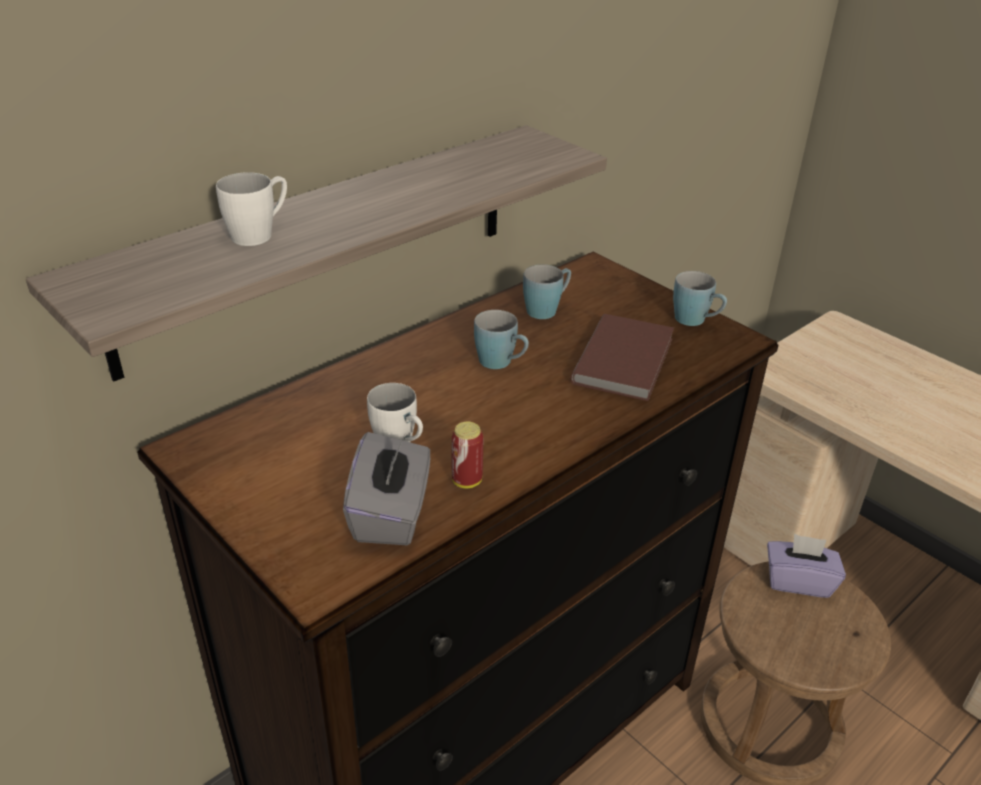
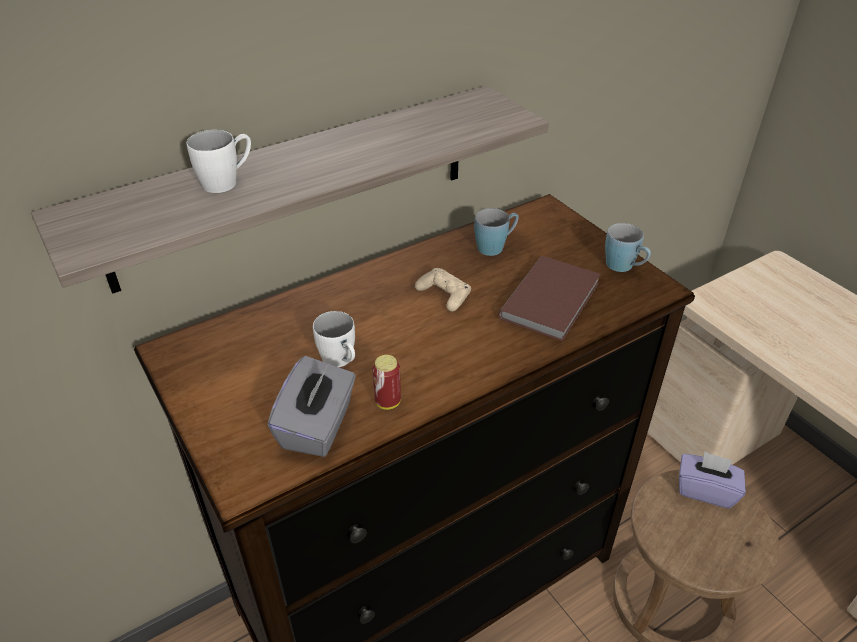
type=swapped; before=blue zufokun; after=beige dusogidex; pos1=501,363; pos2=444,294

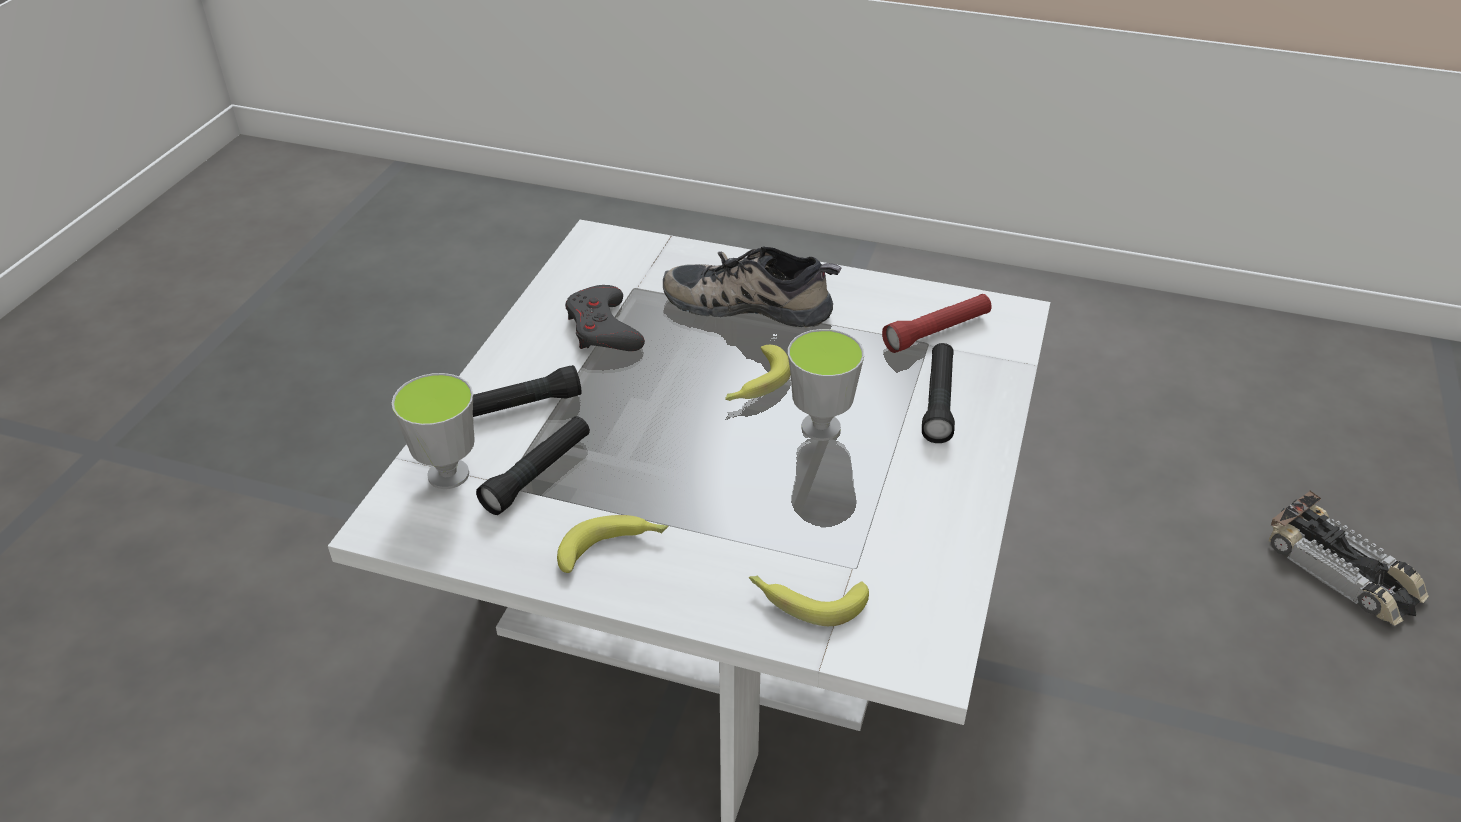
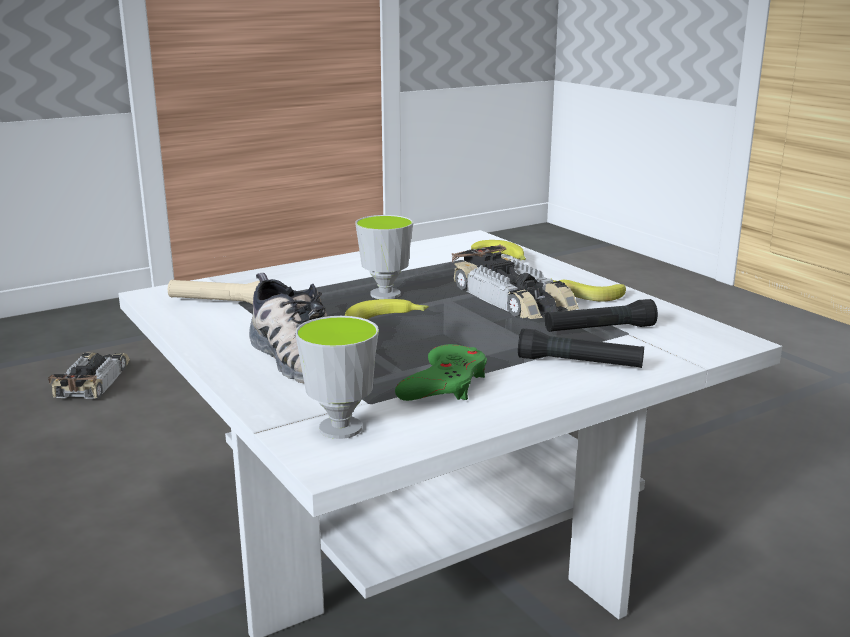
type=gone; before=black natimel; pos1=938,401
type=new; after=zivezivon; pos2=513,299
type=shifted; before=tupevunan; pos1=448,474; pos2=340,428
type=repainted; before=grey dusogidex; after=green dusogidex; pos1=603,328; pos2=445,384
type=repainted; before=red natimel; after=beige natimel; pos1=937,332; pos2=220,303

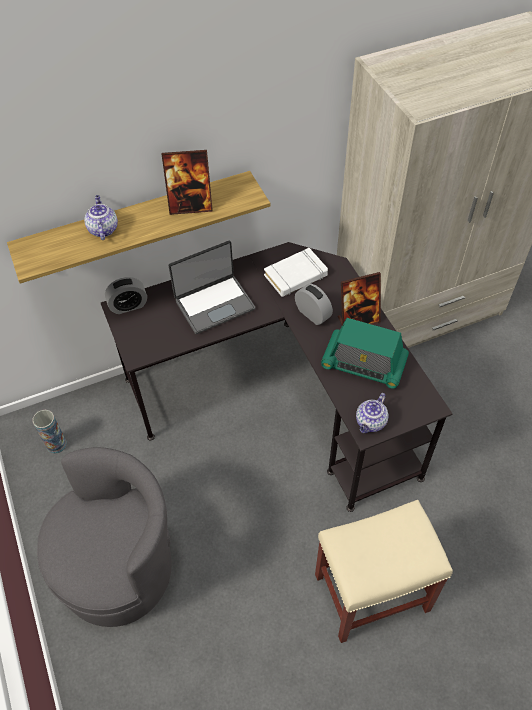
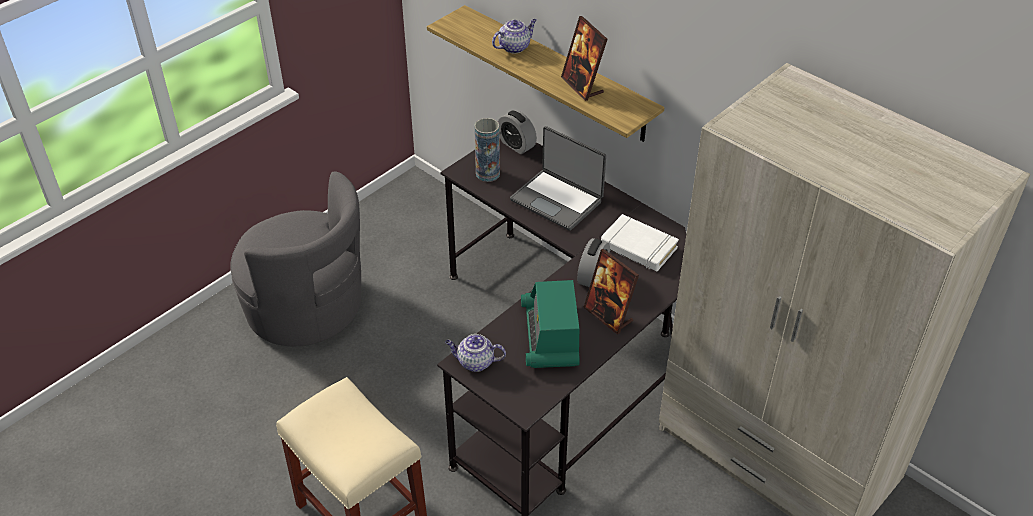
type=shifted; before=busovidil; pos1=56,444; pos2=487,174

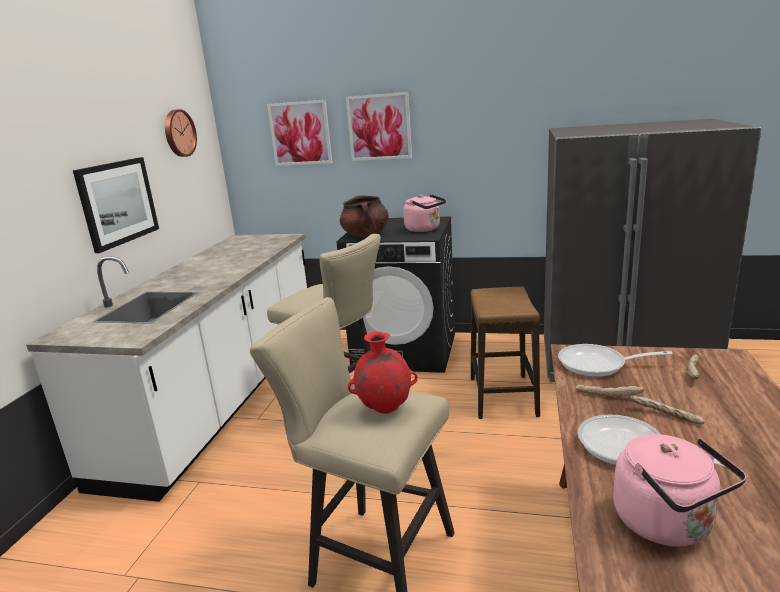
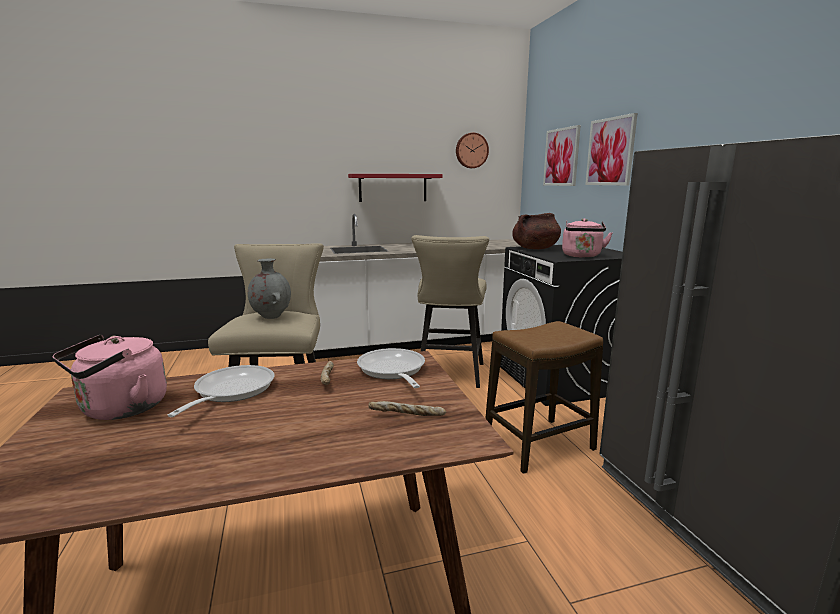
type=gone; before=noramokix; pos1=665,416
type=swapped; before=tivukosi; after=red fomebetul; pos1=118,202; pos2=393,187
type=repainted; before=red busovidil; after=grey busovidil; pos1=384,409; pos2=271,317

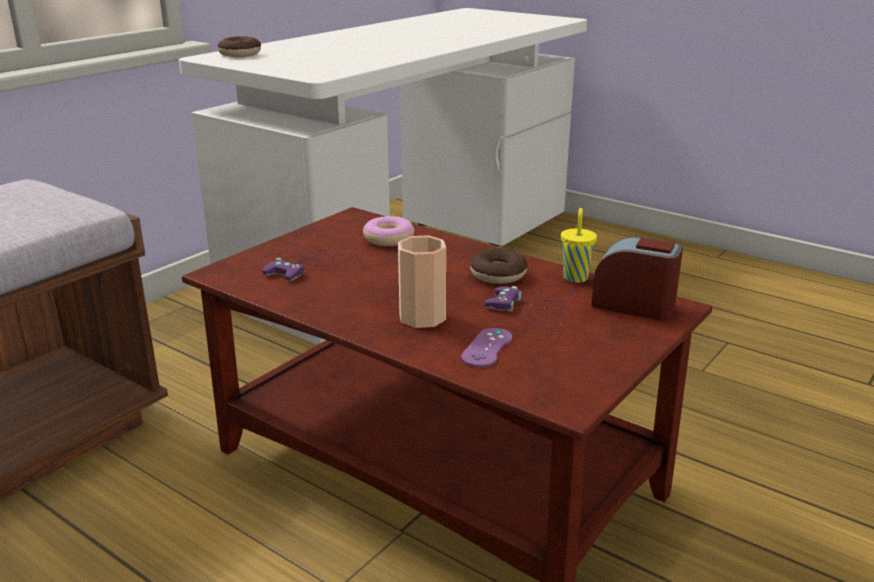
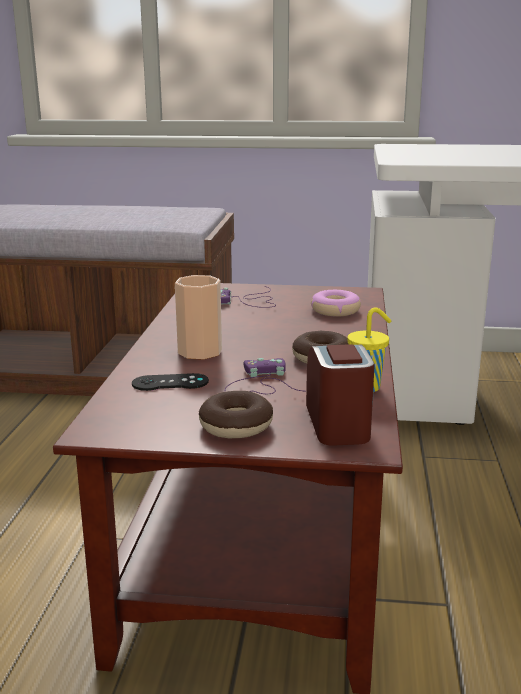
type=shifted; before=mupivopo; pos1=240,54; pos2=236,426
type=repainted; before=purple dusogidex; after=black dusogidex; pos1=487,348; pos2=170,383

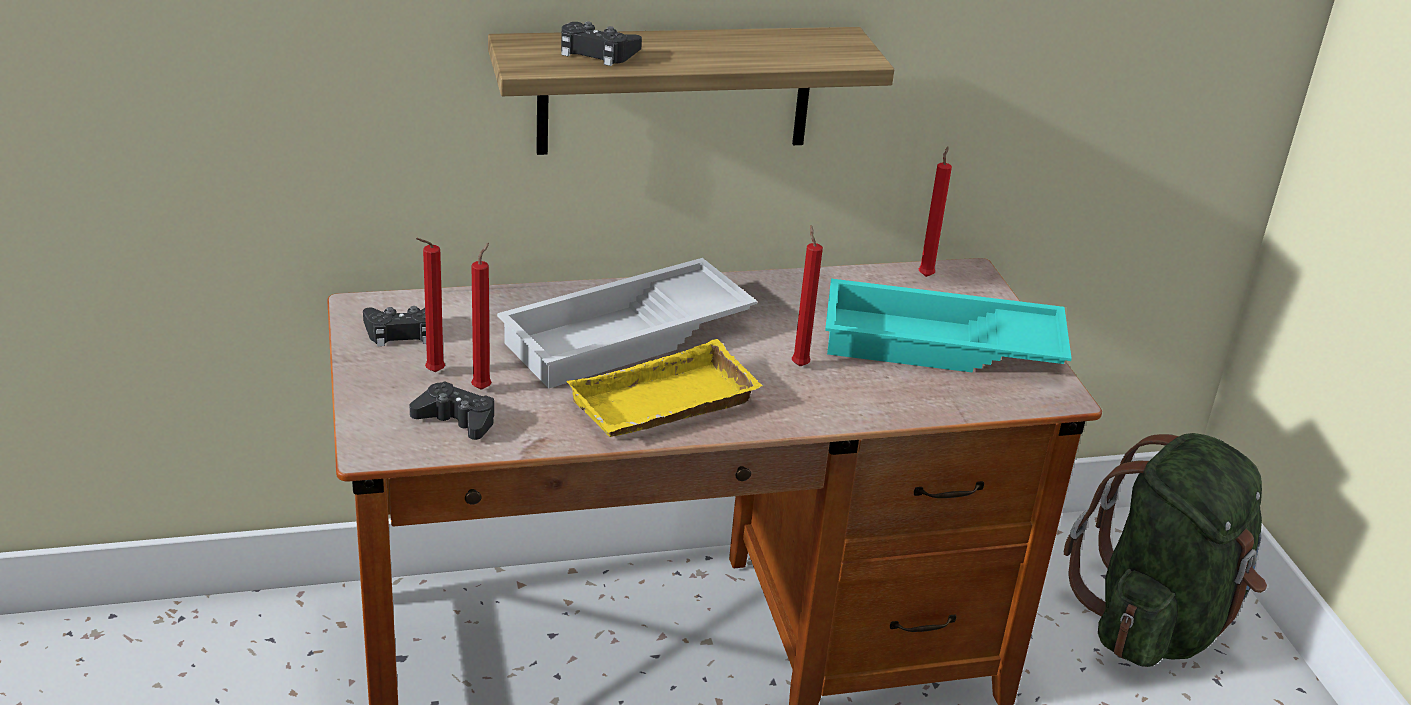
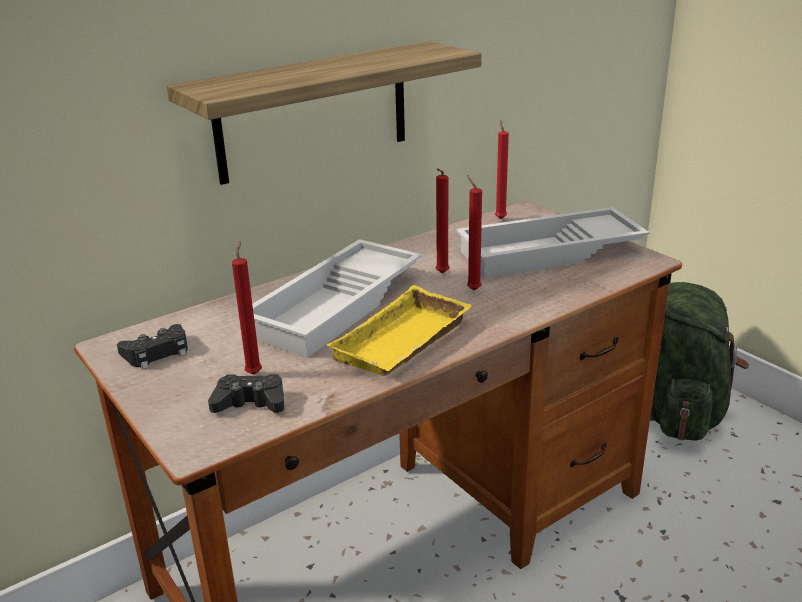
type=gone; before=black dusogidex; pos1=596,52
type=shifted; before=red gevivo; pos1=432,373; pos2=441,274
type=repainted; before=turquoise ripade; after=white ripade; pos1=939,346; pos2=549,254

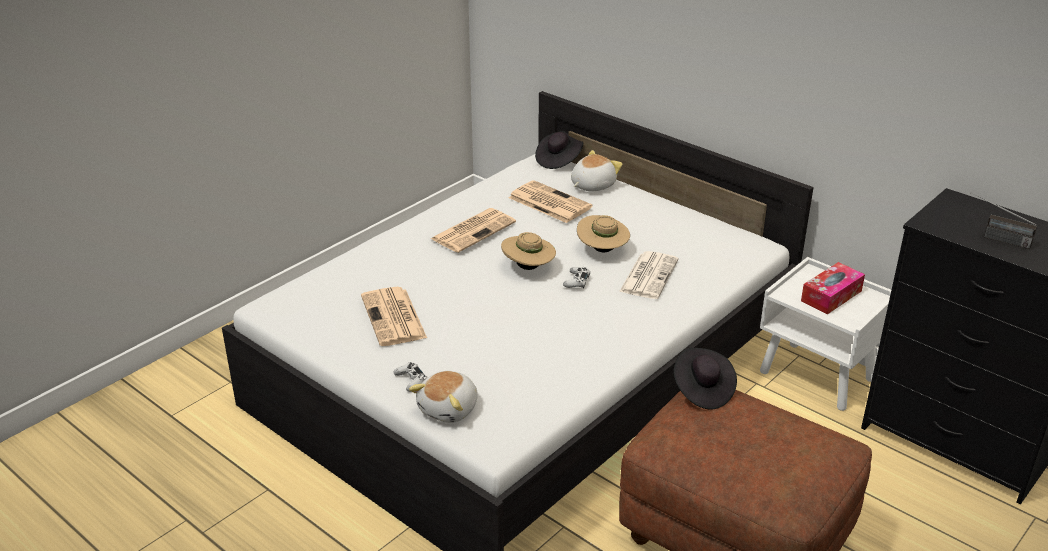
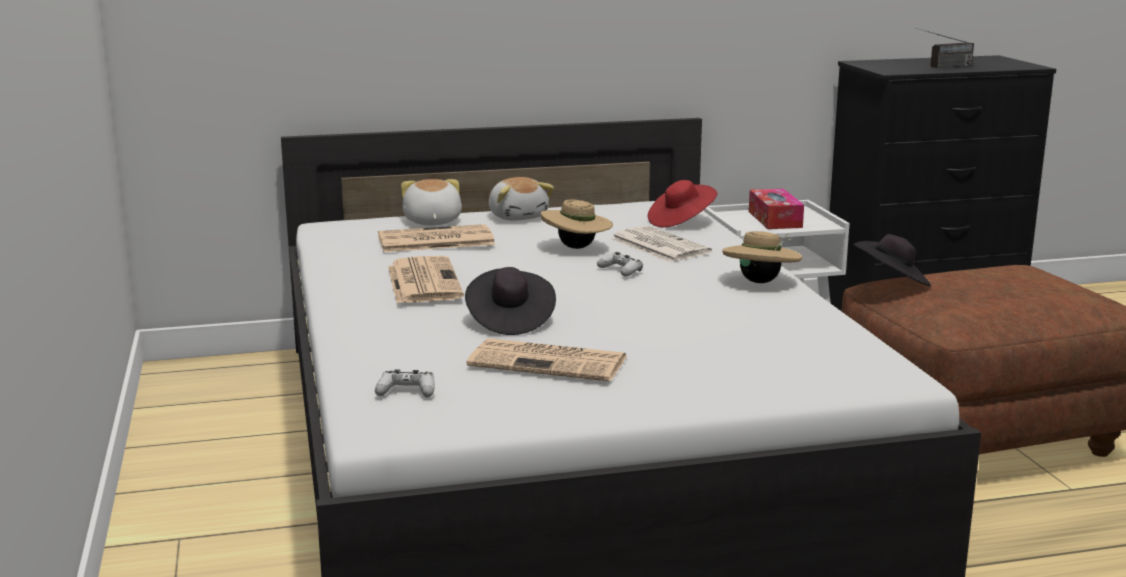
type=new; after=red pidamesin; pos2=681,221
type=shifted; before=white dusogidex; pos1=411,380; pos2=406,392
type=shifted; before=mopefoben; pos1=449,409; pos2=518,216
type=shifted; before=beige pidamesin; pos1=528,267; pos2=760,282
type=shifted; before=black pidamesin; pos1=558,160; pos2=509,321

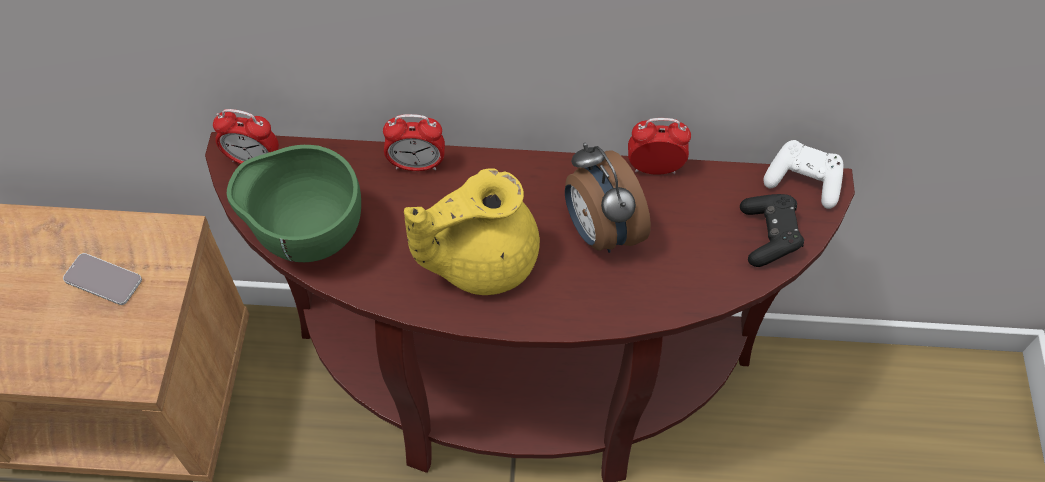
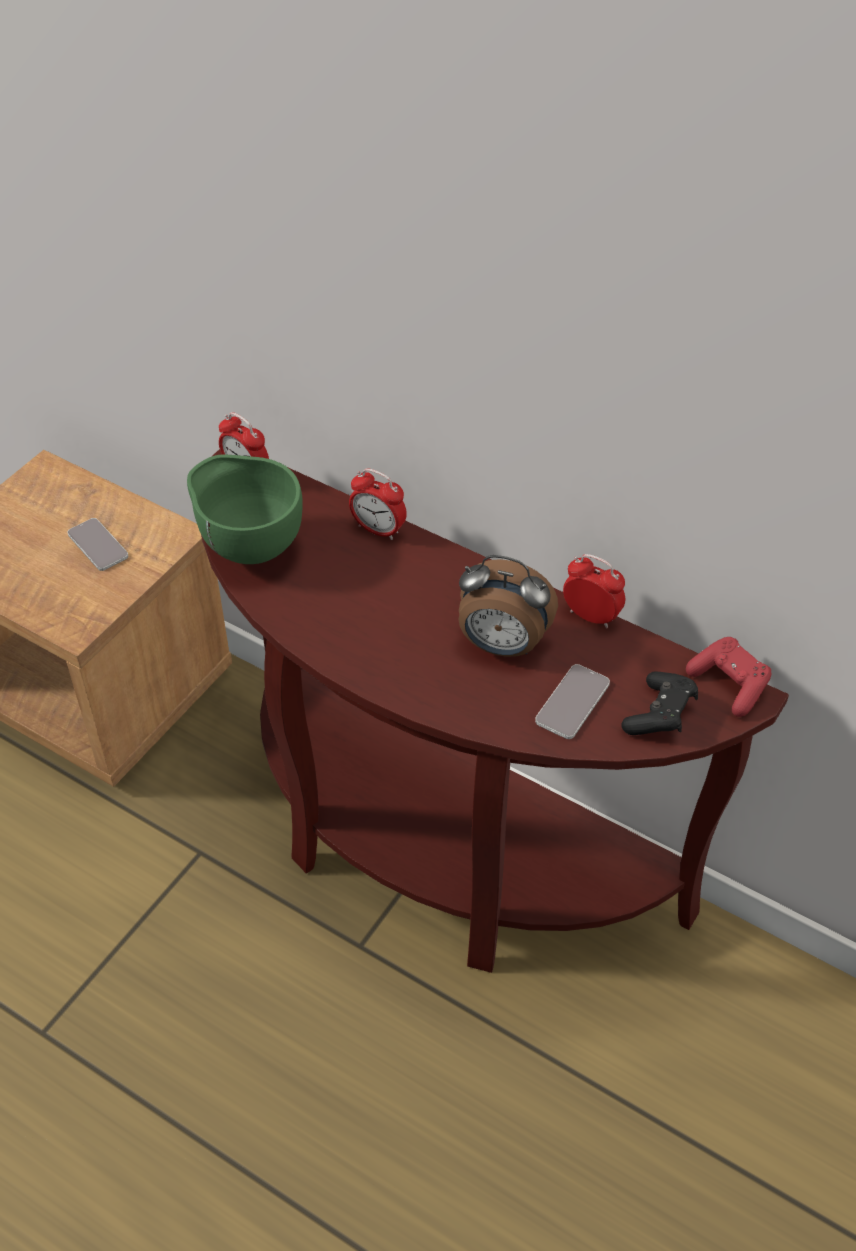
type=gone; before=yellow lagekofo; pos1=480,259
type=new; after=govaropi; pos2=572,702
type=repainted; before=white dusogidex; after=red dusogidex; pos1=803,181; pos2=729,684
type=rotated; before=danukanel; pos1=599,231; pos2=502,645; turn=-75

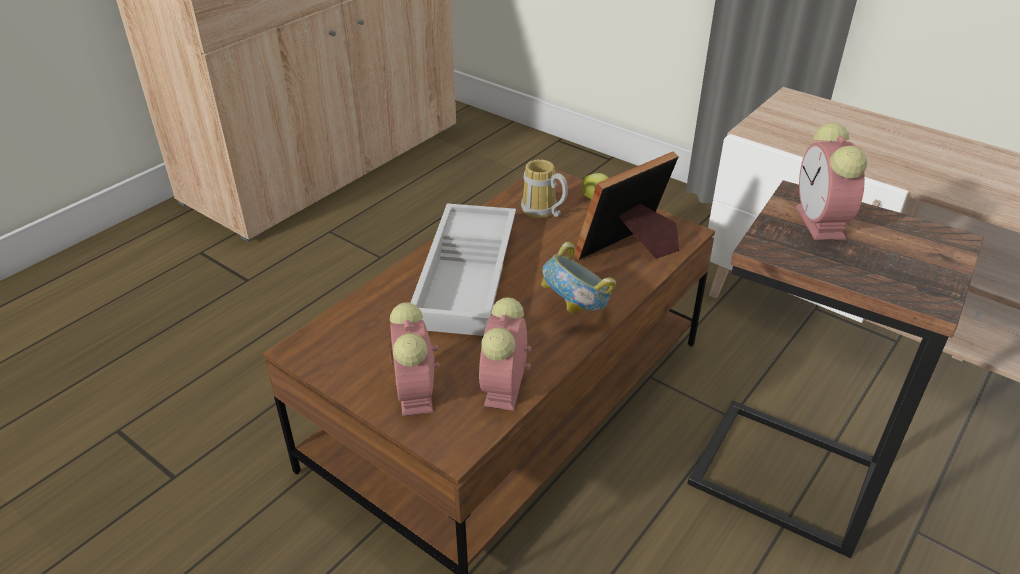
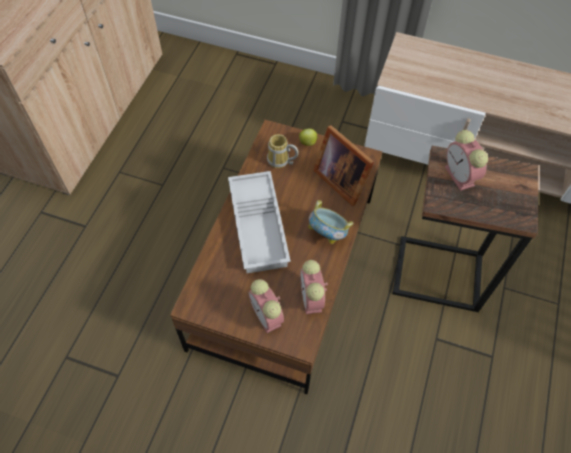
type=rotated; before=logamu; pos1=630,249; pos2=341,179; turn=-75

